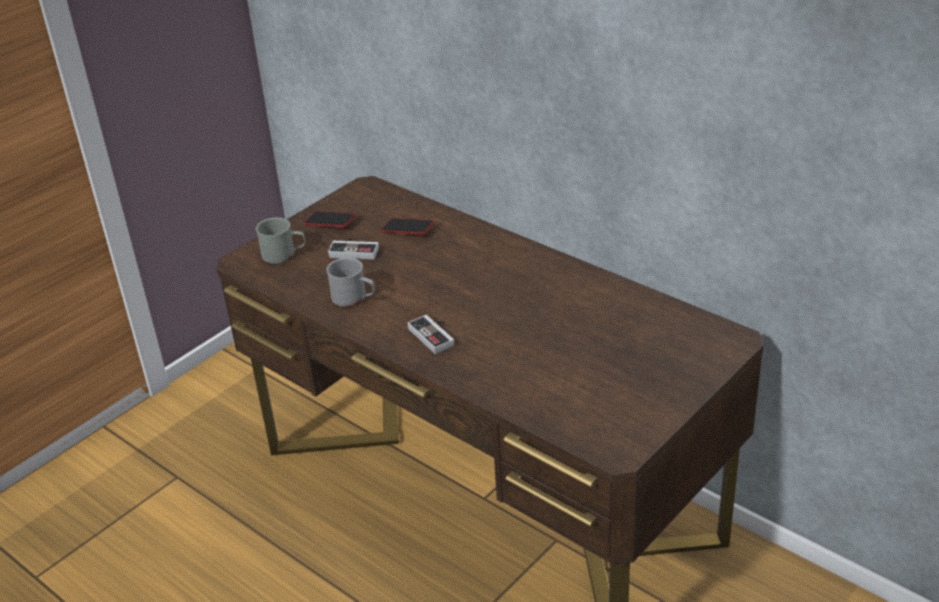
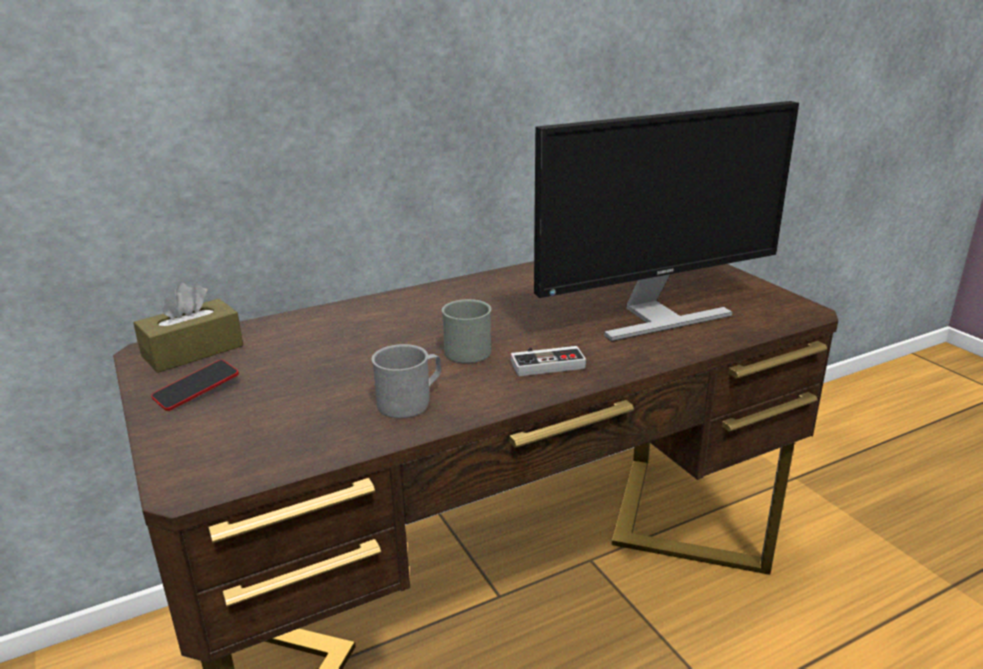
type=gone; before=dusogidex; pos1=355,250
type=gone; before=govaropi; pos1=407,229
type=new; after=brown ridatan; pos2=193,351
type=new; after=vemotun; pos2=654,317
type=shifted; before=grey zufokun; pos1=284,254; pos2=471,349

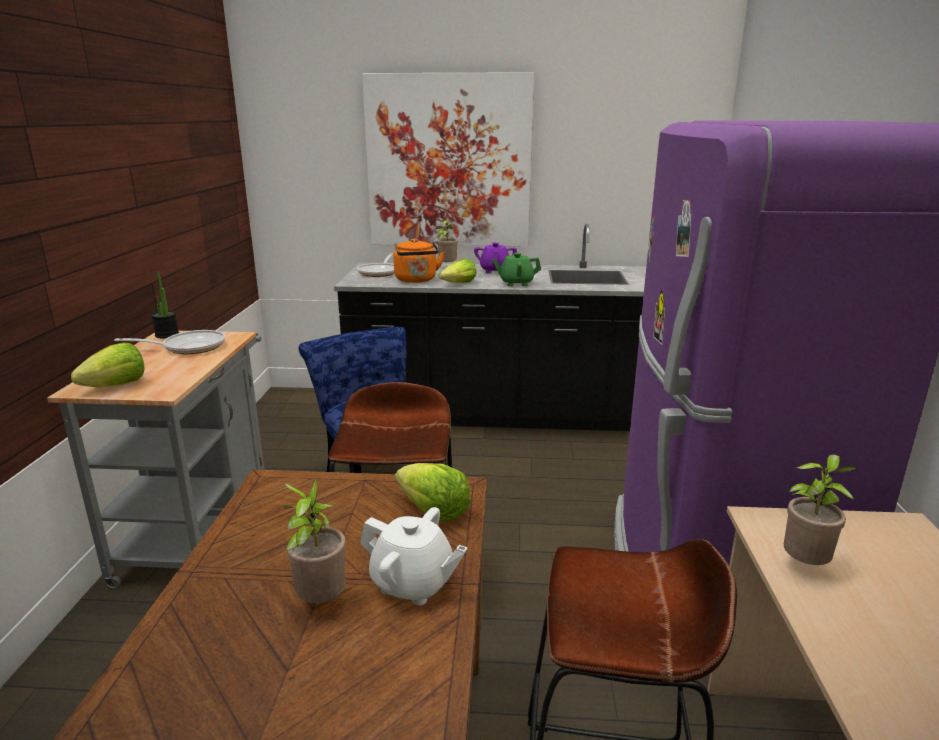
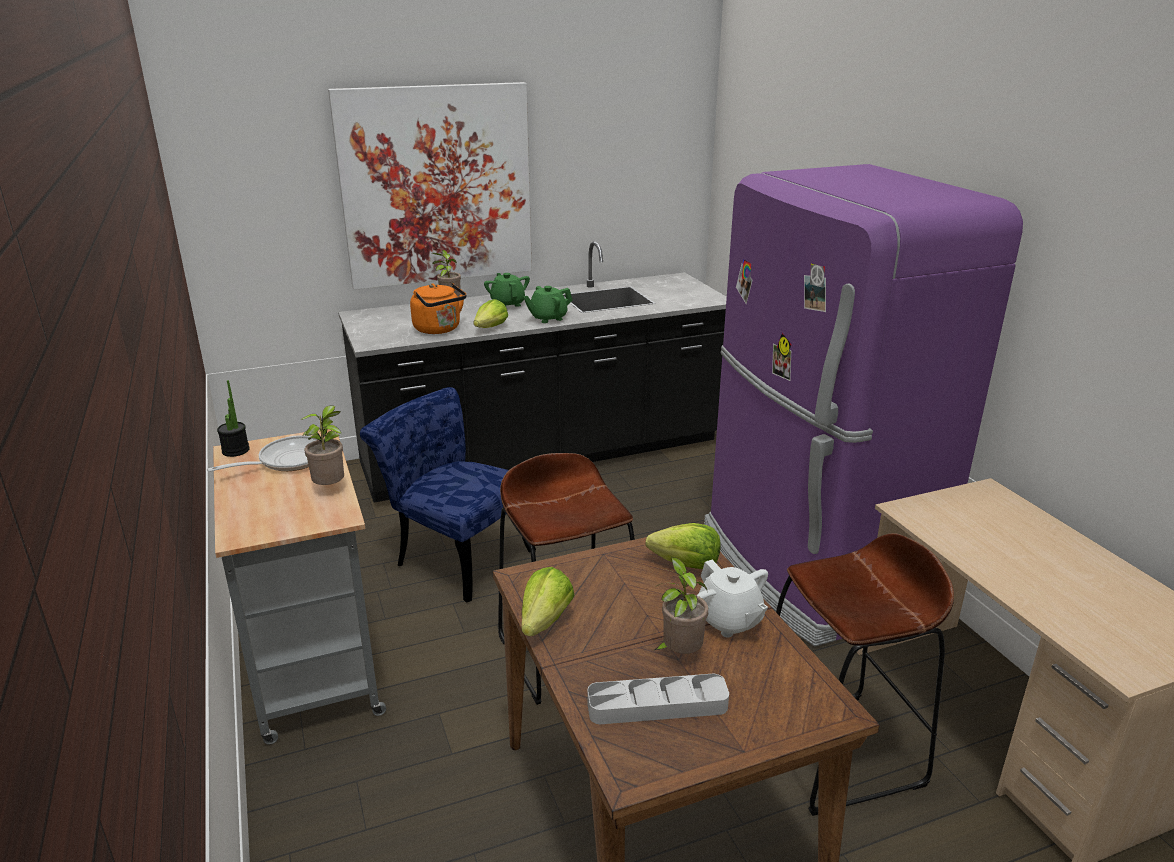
type=gone; before=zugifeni; pos1=379,272
type=new; after=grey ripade; pos2=657,705
type=shifted; before=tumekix; pos1=116,386; pos2=545,621
type=shifted; before=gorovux; pos1=805,565; pos2=331,488
type=repainted; before=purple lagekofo; after=green lagekofo; pos1=495,271; pos2=508,304
type=rotated; before=white lagekofo; pos1=413,584; pos2=729,621; turn=60

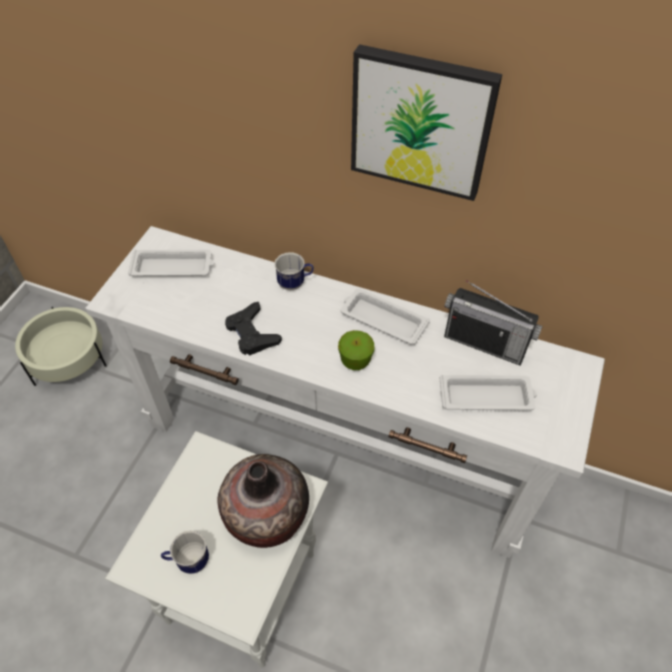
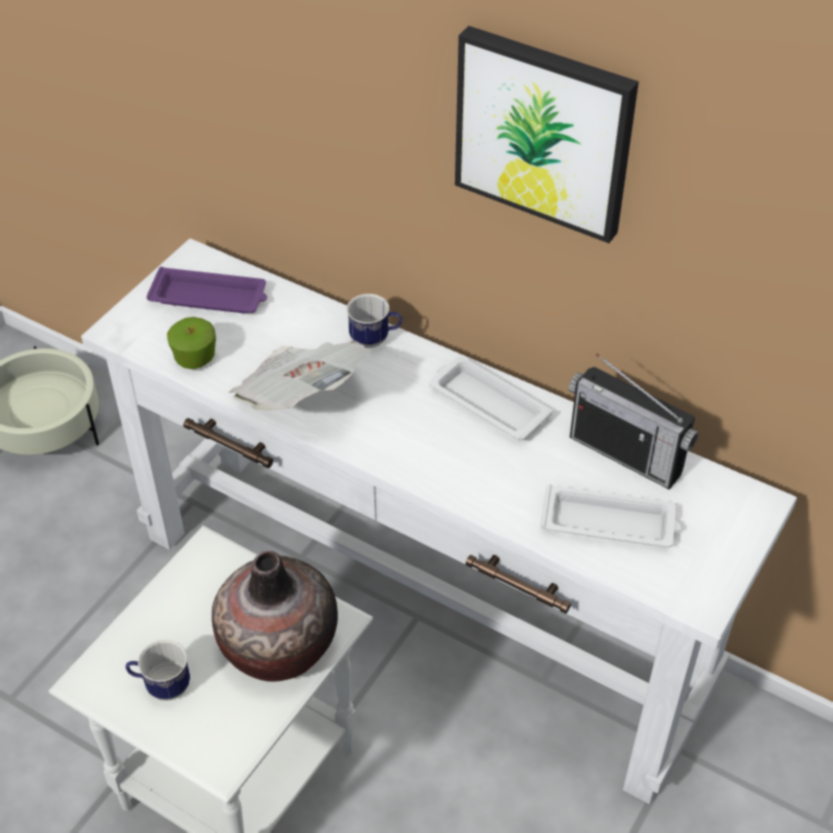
type=shifted; before=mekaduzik; pos1=355,360; pos2=195,358
type=swapped; before=black dusogidex; after=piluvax; pos1=252,333; pos2=300,398
type=repainted; before=white ripade; after=purple ripade; pos1=173,267; pos2=210,298

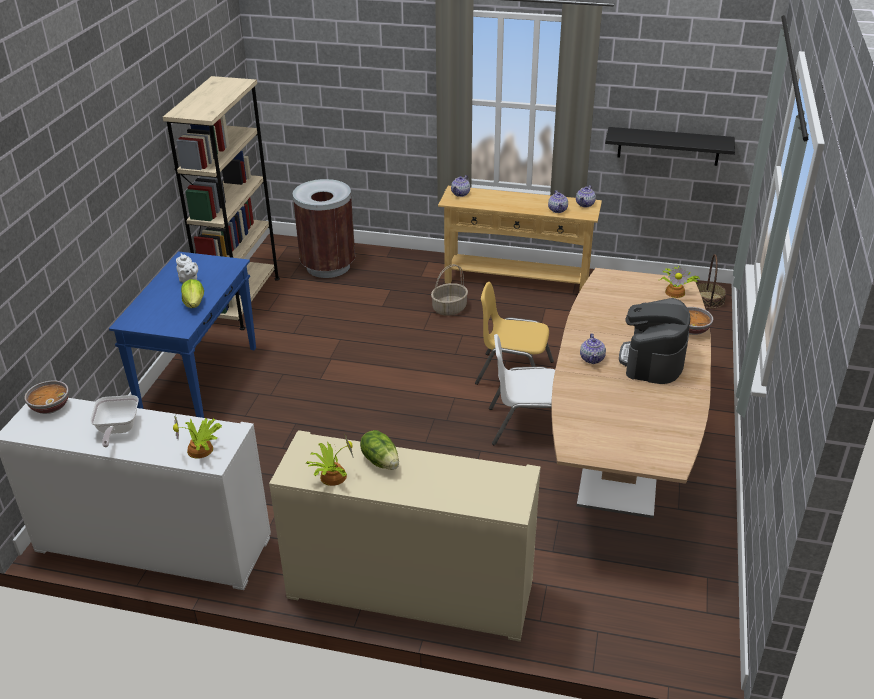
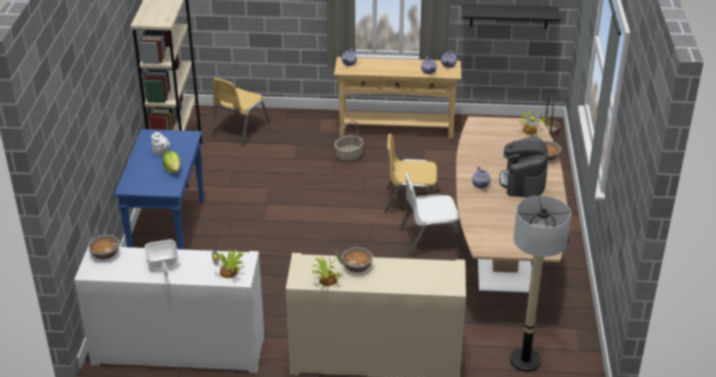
type=new; after=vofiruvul; pos2=525,360
type=swapped; before=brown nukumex; after=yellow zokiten; pos1=328,266; pos2=239,129
type=swapped; before=tumekix; after=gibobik; pos1=381,461; pos2=357,267

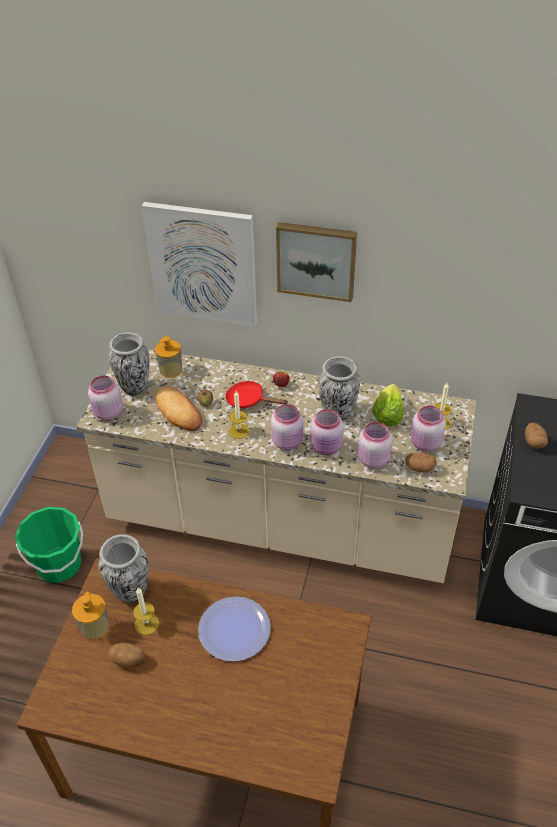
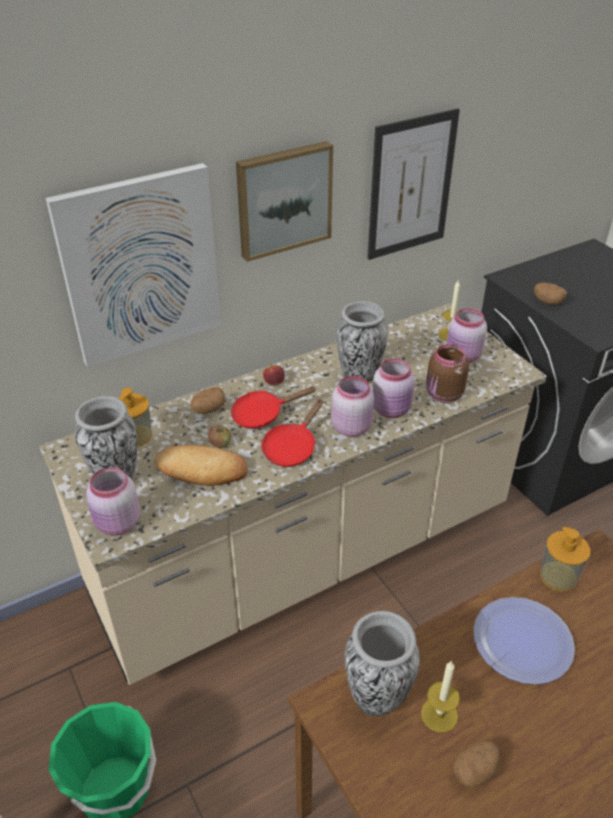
type=gone; before=tumekix; pos1=387,414
type=new; after=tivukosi; pos2=411,186
type=shifted; before=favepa; pos1=95,627; pos2=558,576
type=shifted; before=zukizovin; pos1=419,468; pos2=208,409
type=swapped; before=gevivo; after=red zugifeni; pos1=239,431; pos2=292,447
type=repainted; before=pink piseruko; after=brown piseruko; pos1=372,460; pos2=443,395

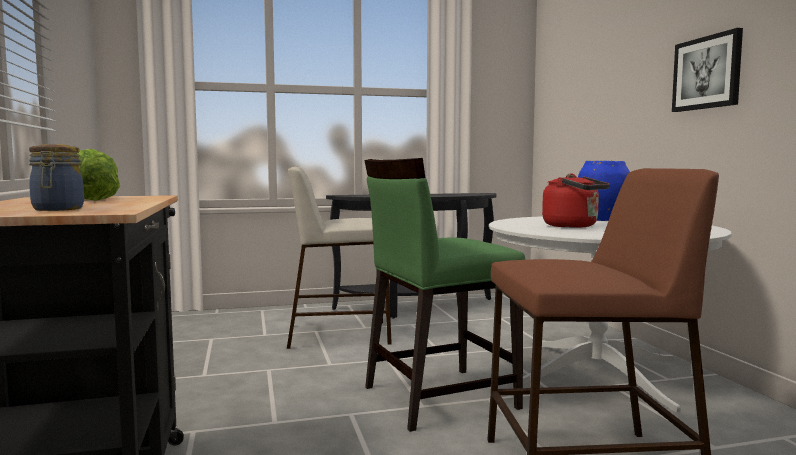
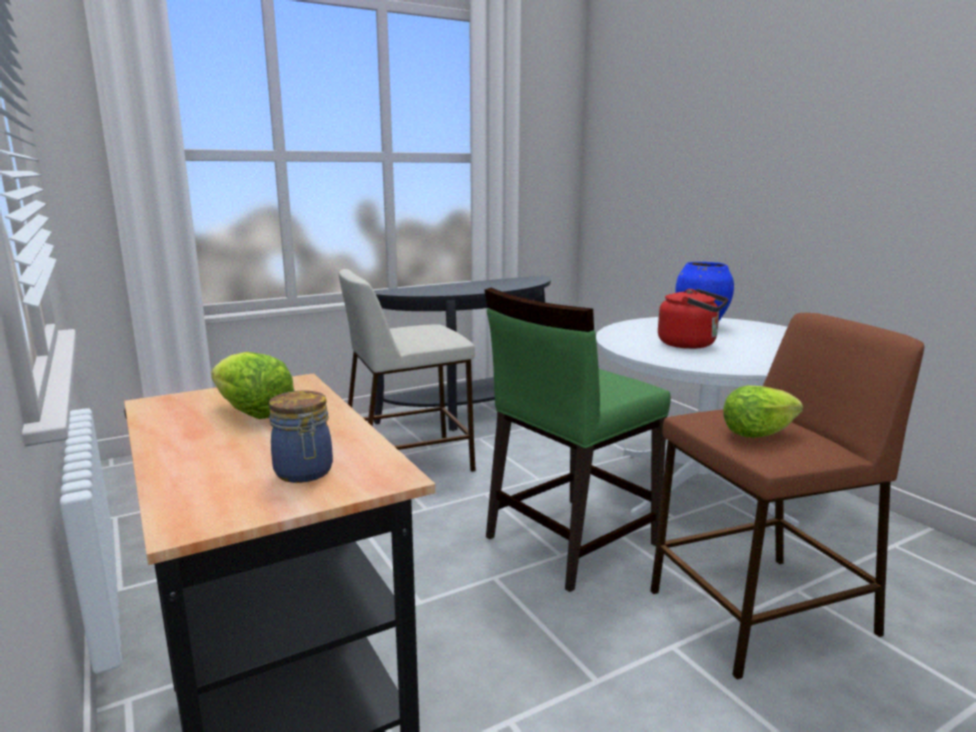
type=gone; before=tivukosi; pos1=707,73
type=new; after=tumekix; pos2=757,433

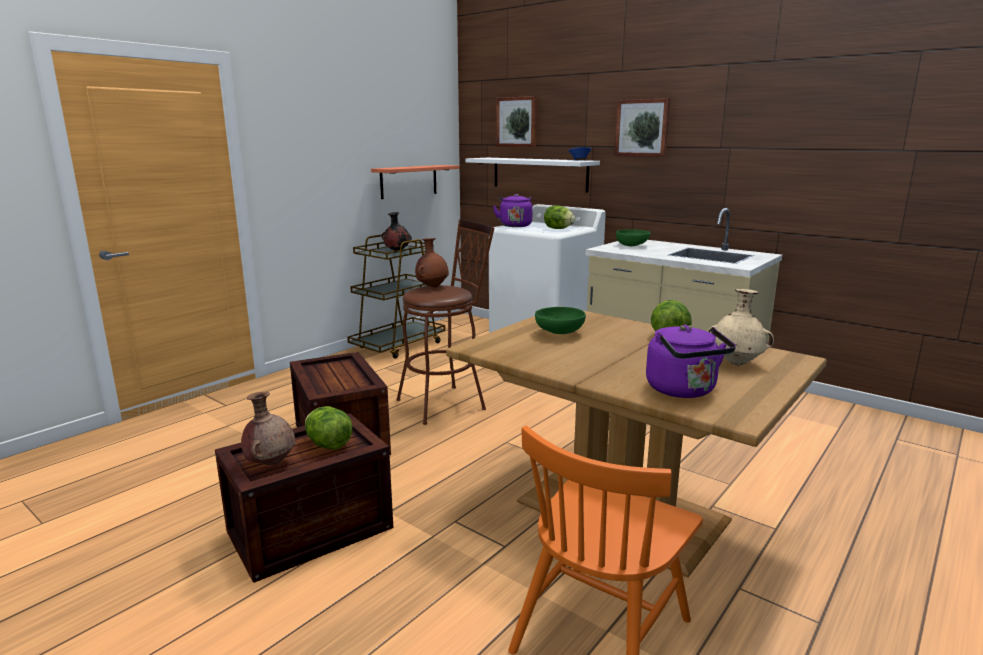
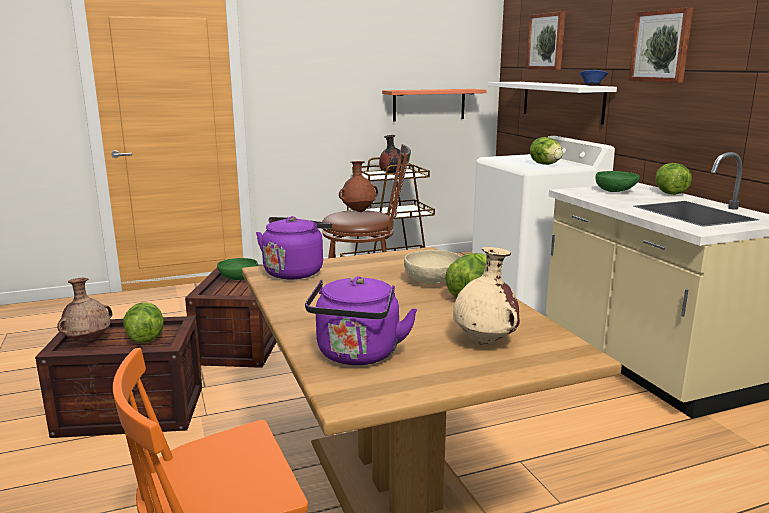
type=new; after=beige gibobik; pos2=433,281
type=new; after=tumekix; pos2=670,193
type=shifted; before=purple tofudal; pos1=515,225; pos2=295,271
type=shifted; before=green gibobik; pos1=559,333; pos2=238,279

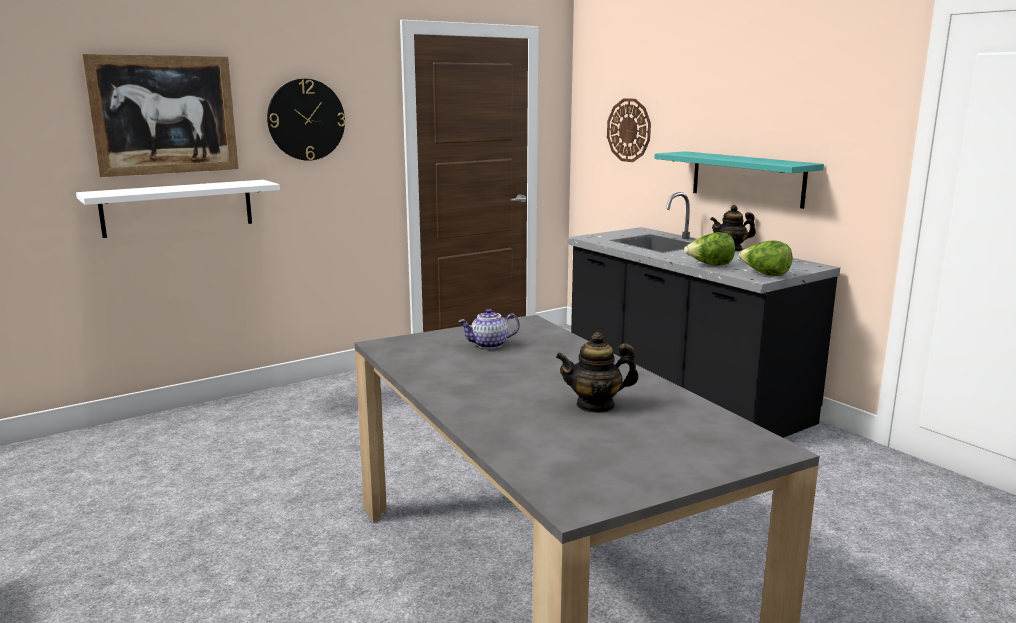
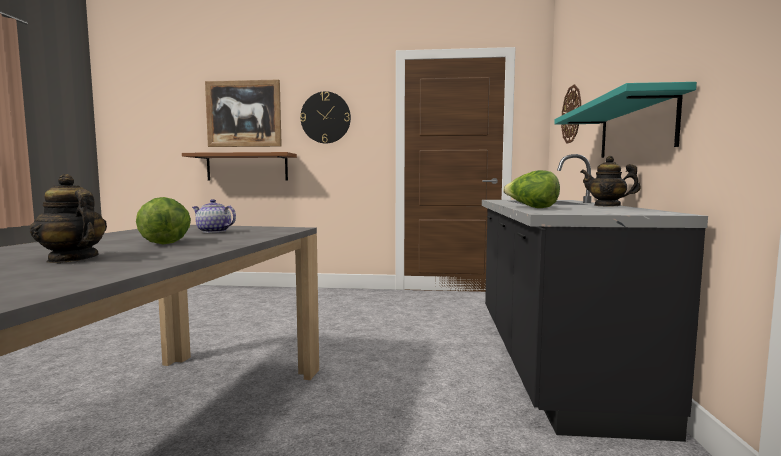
type=shifted; before=tumekix; pos1=765,274; pos2=166,243
type=repainted; before=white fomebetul; after=brown fomebetul; pos1=178,208; pos2=247,167

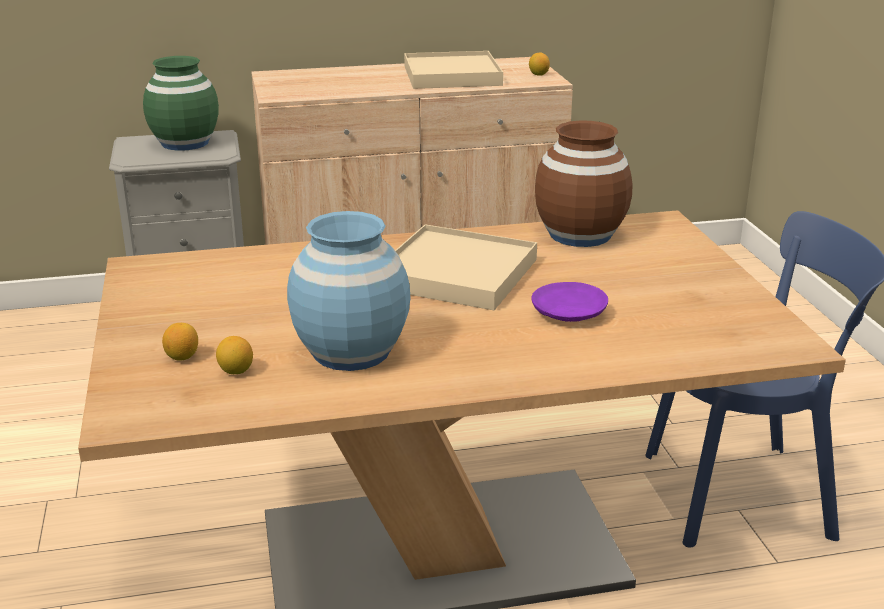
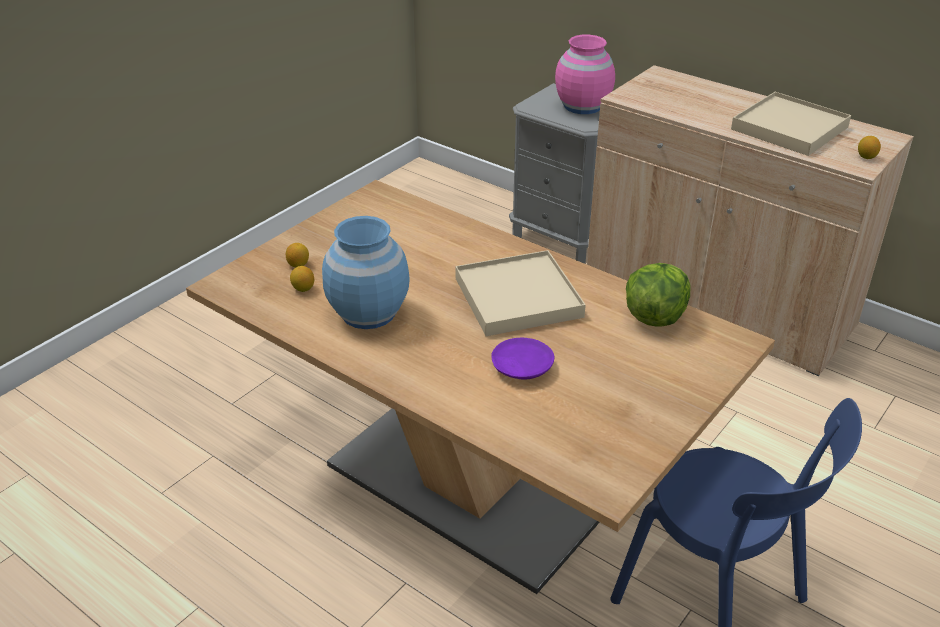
type=swapped; before=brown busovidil; after=tumekix; pos1=580,234; pos2=654,316
type=repainted; before=green busovidil; after=pink busovidil; pos1=185,143; pos2=583,106

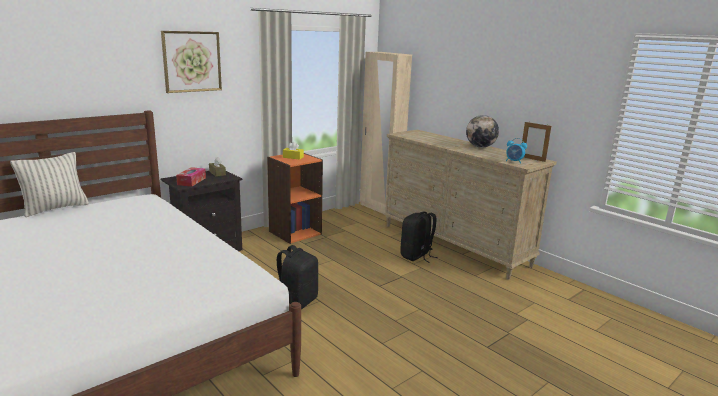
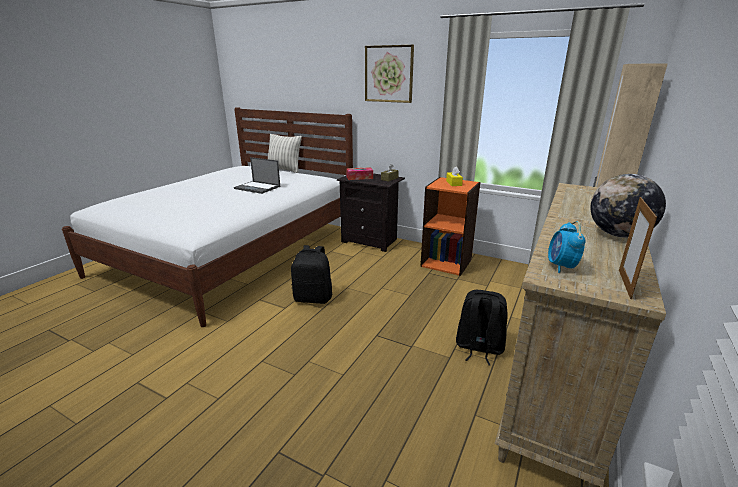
type=new; after=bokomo; pos2=258,187

